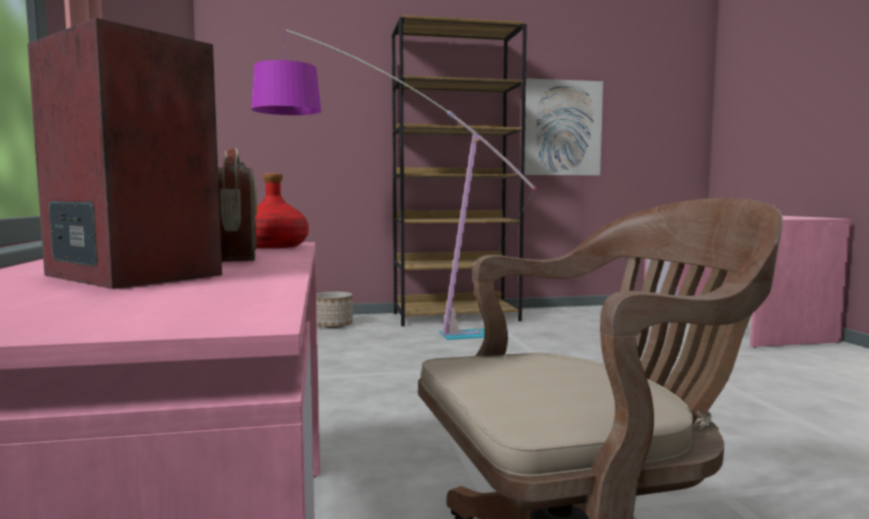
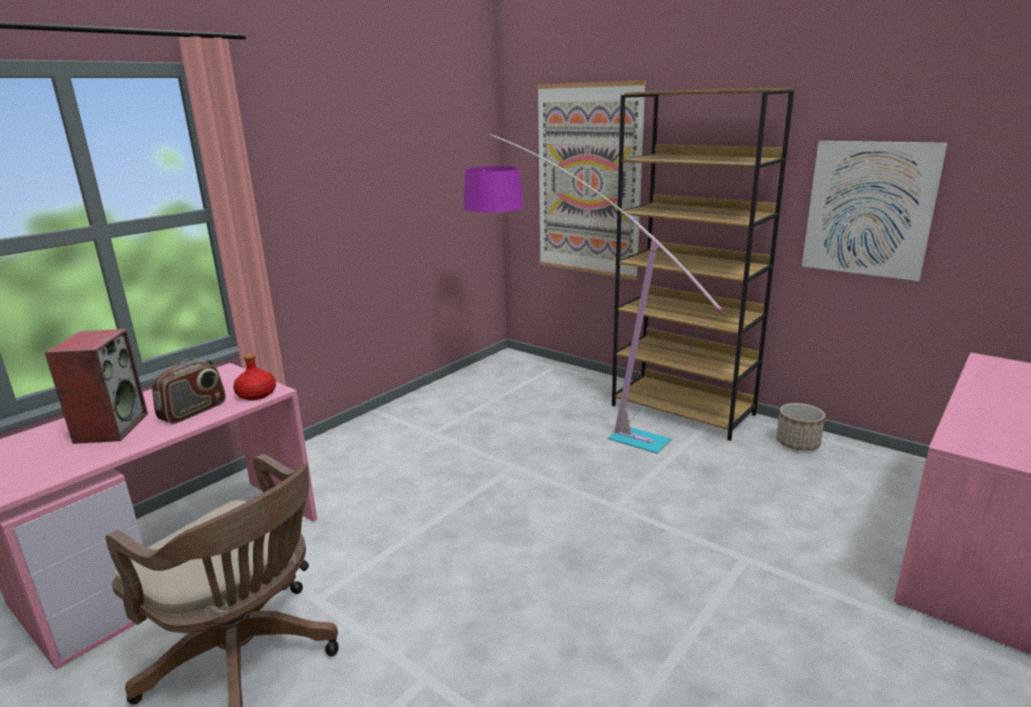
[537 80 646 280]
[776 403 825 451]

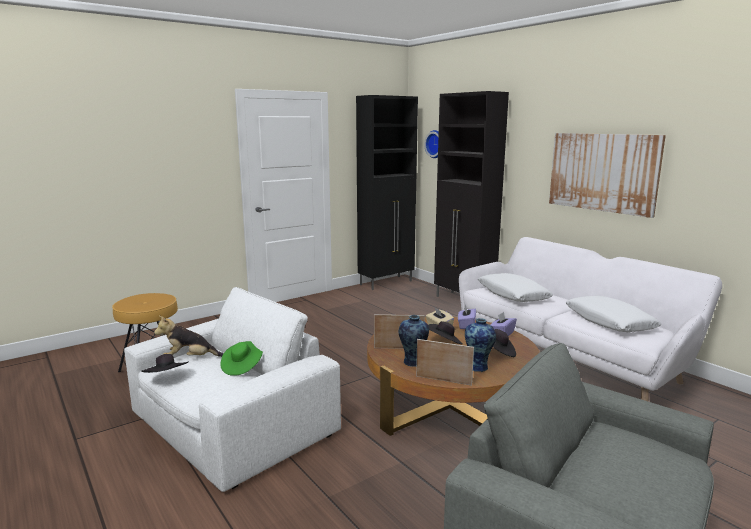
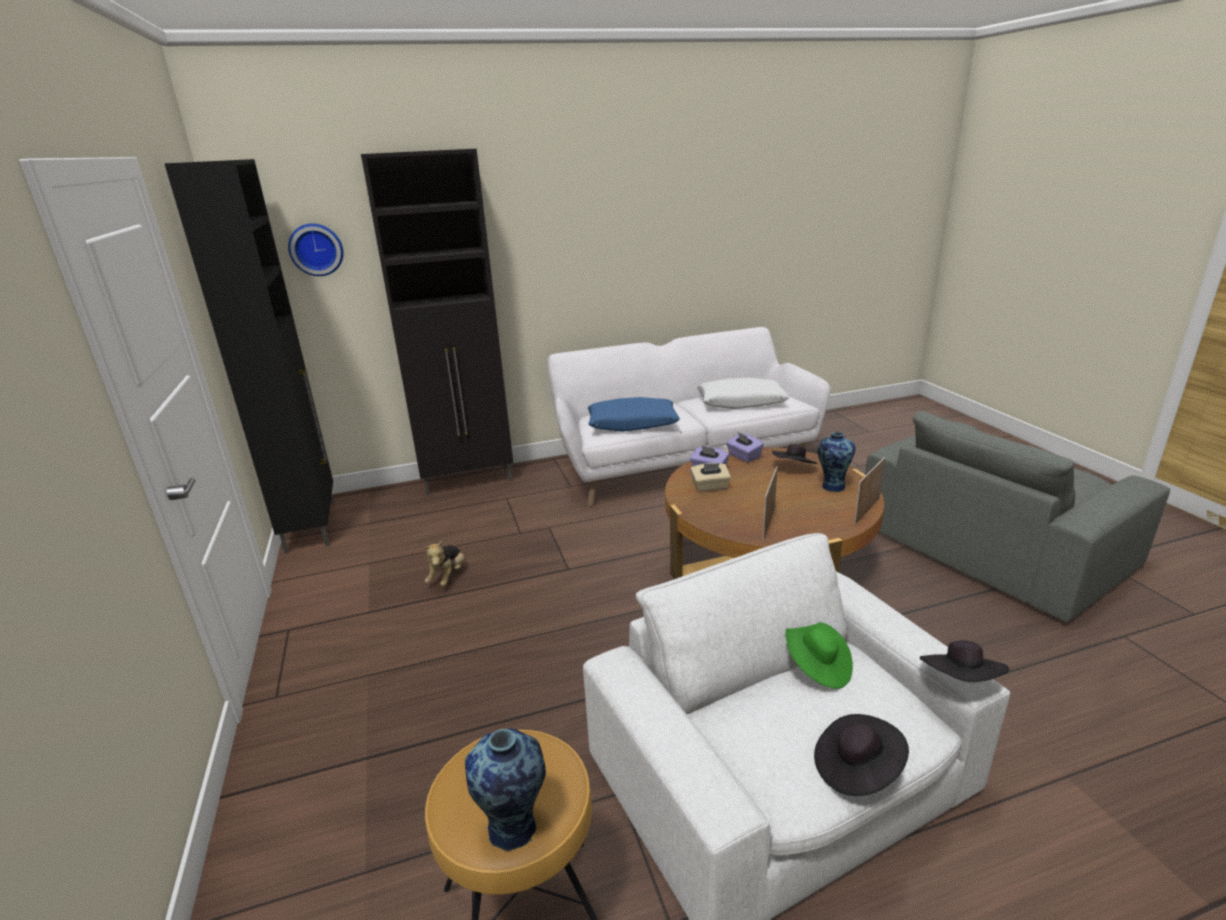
[549 133 666 218] (first image)
[424 541 465 586]
[465 728 546 851]
[920 640 1009 682]
[588 397 680 432]

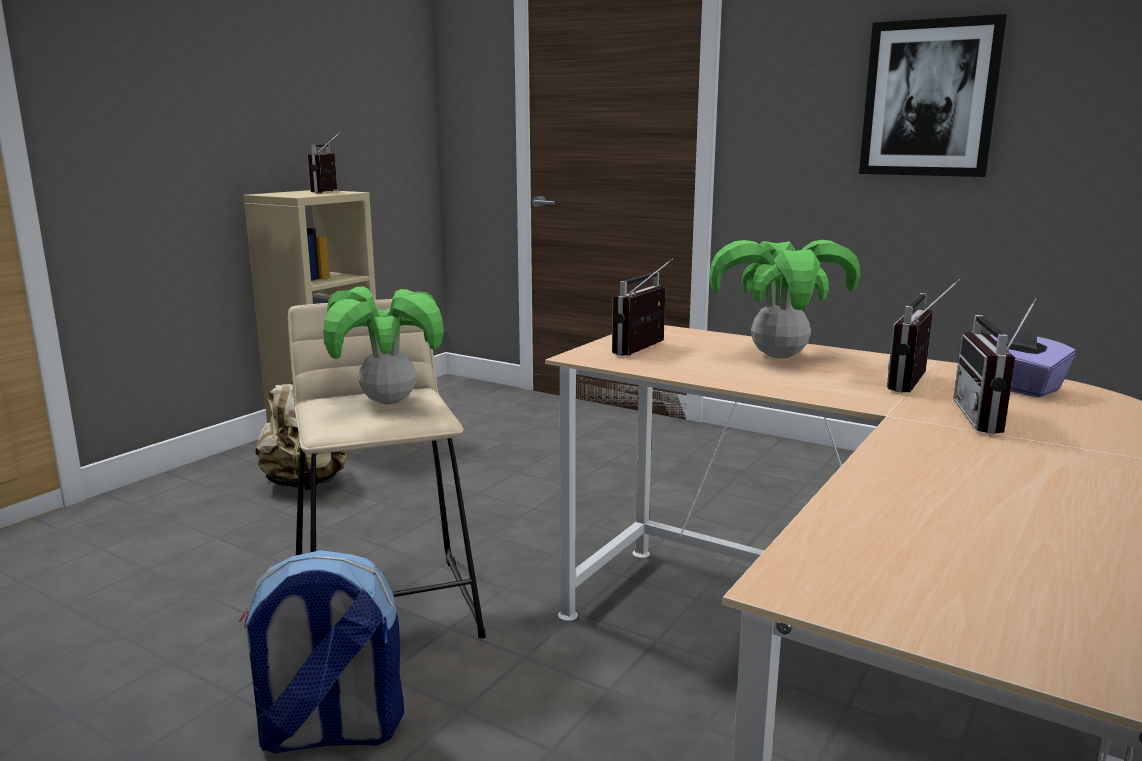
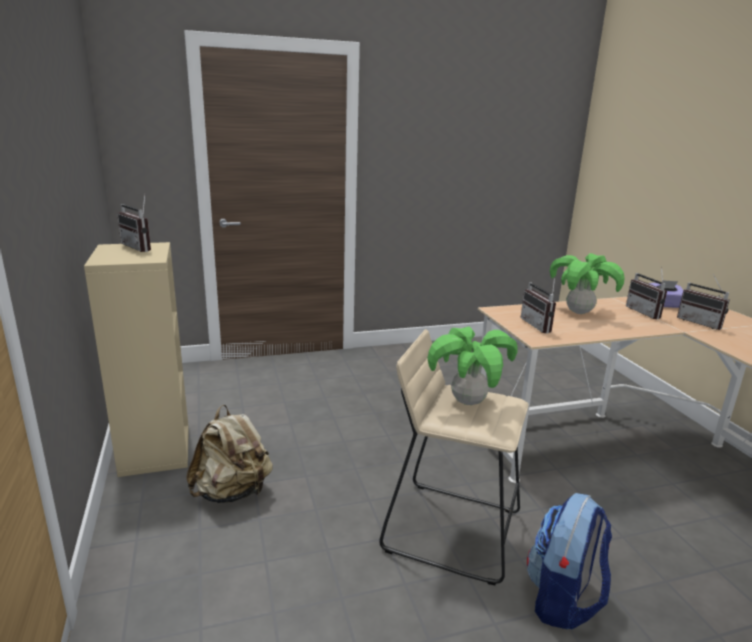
[859 14 1007 177] (first image)

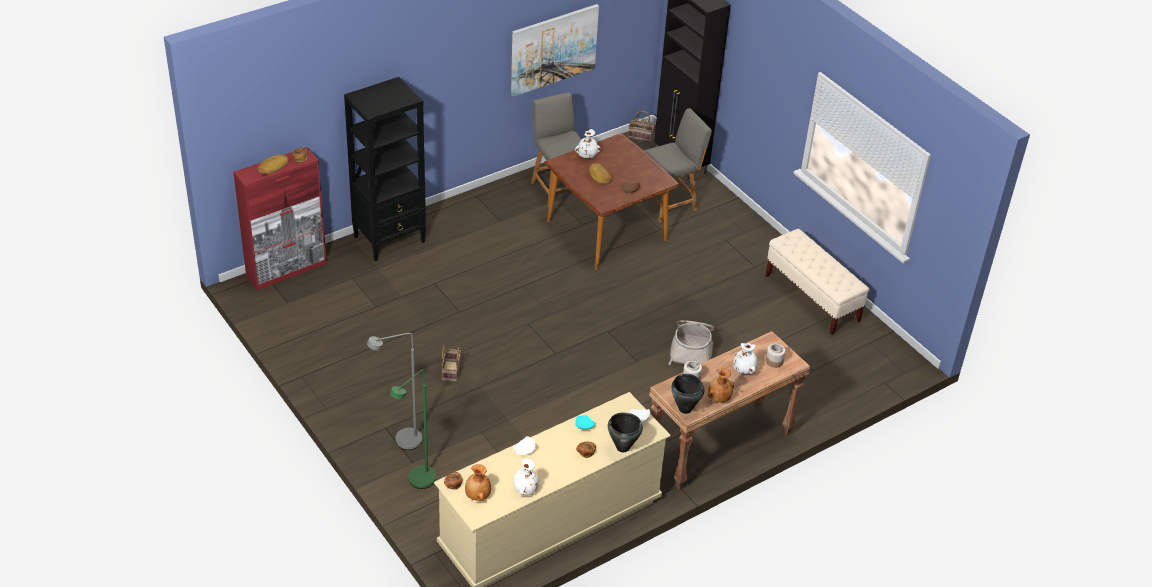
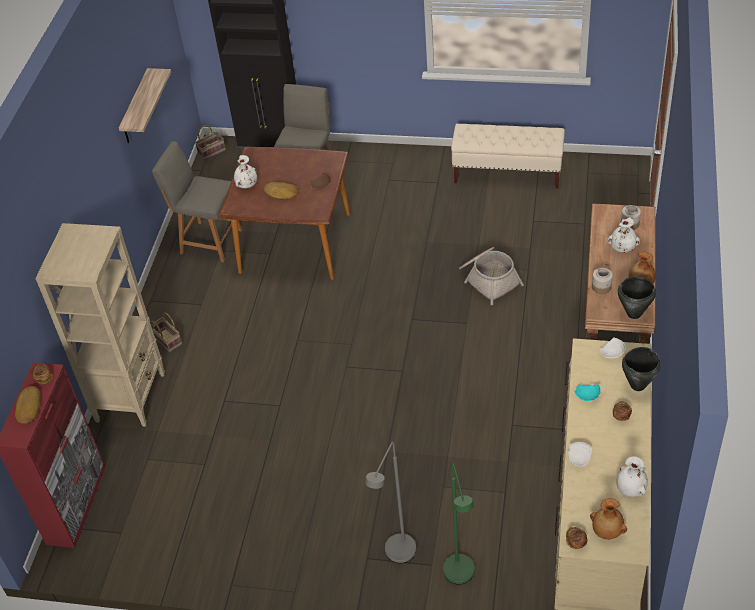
[151 312 182 352]
[119 68 171 143]
[35 223 165 427]

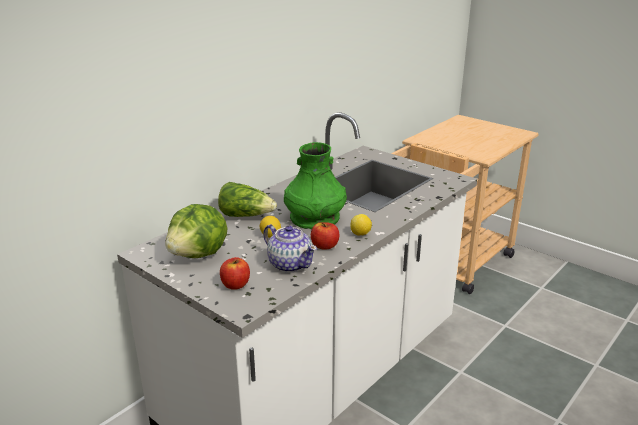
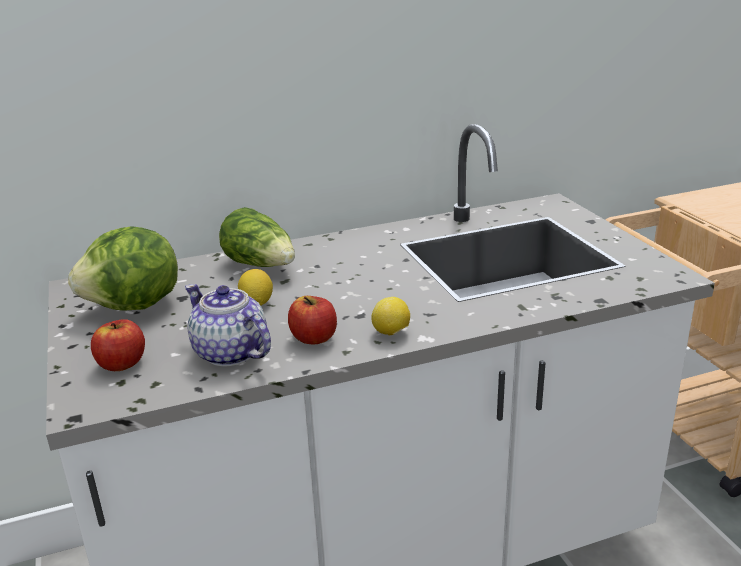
[284 142 347 229] (first image)
[185 284 271 367]

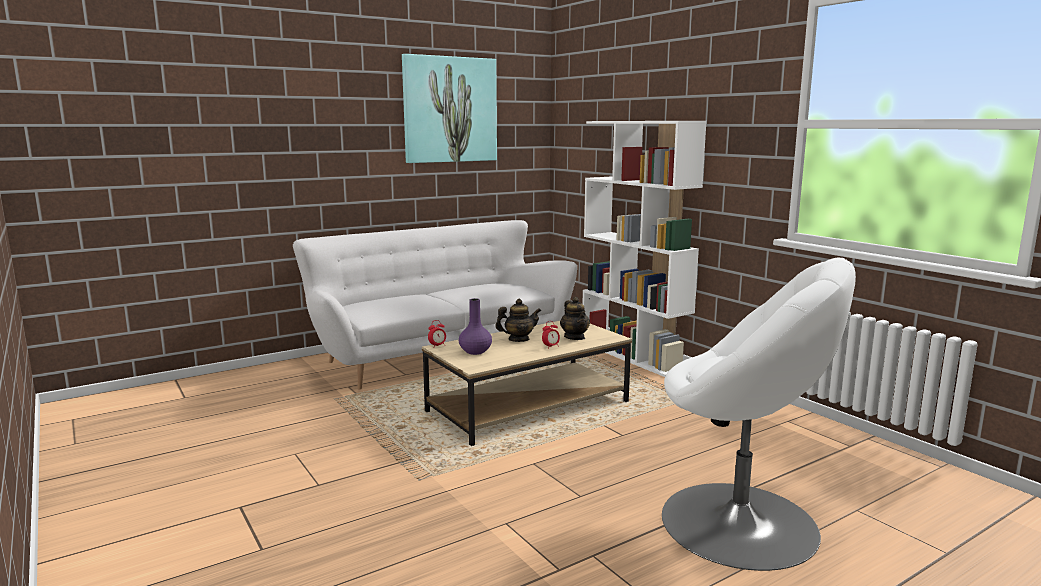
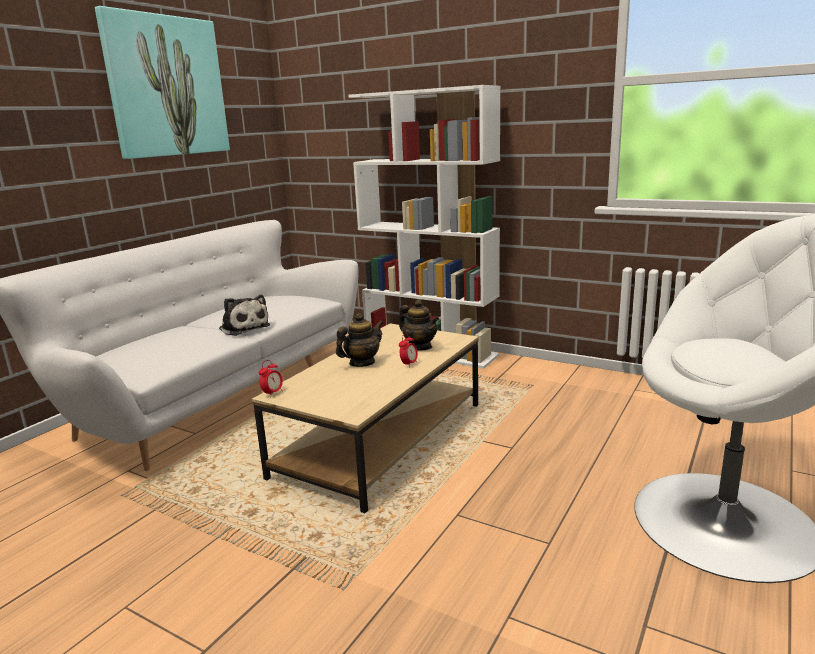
[459 298 492 355] (first image)
[219 295 270 336]

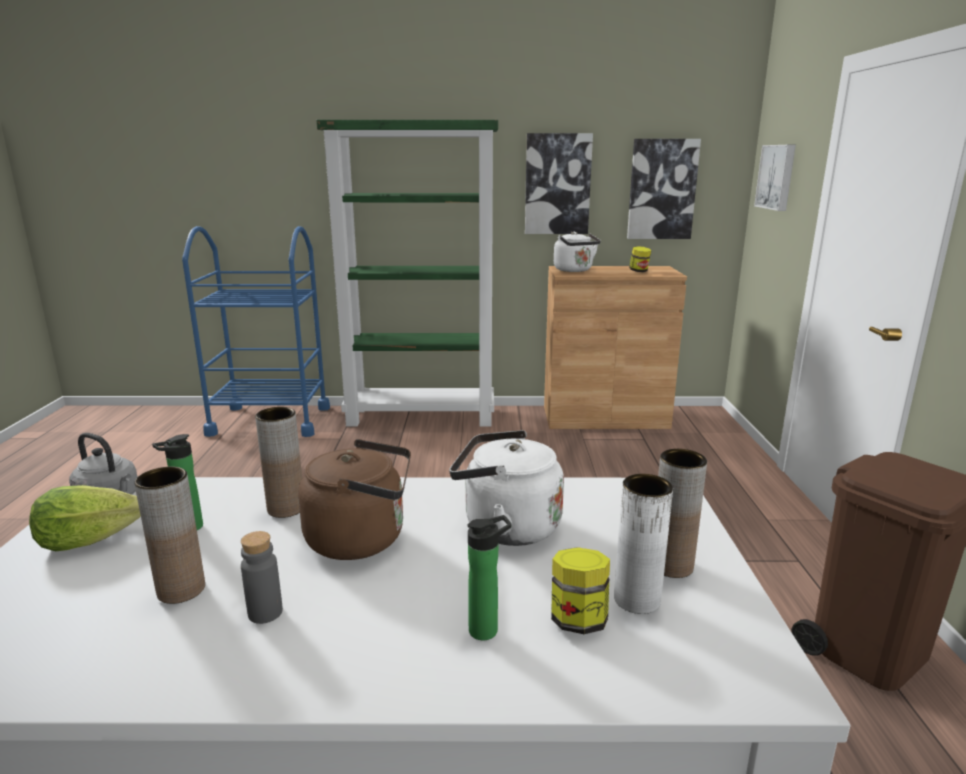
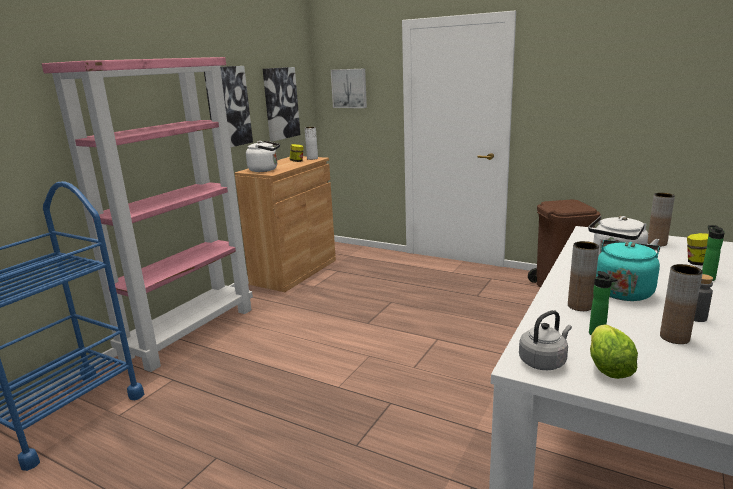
[305 127 318 160]
[596 240 660 301]
[42 57 253 372]

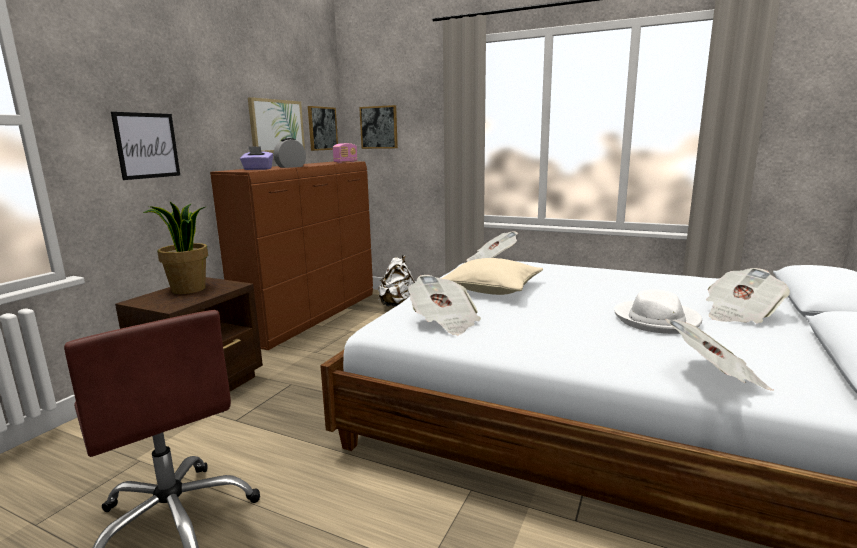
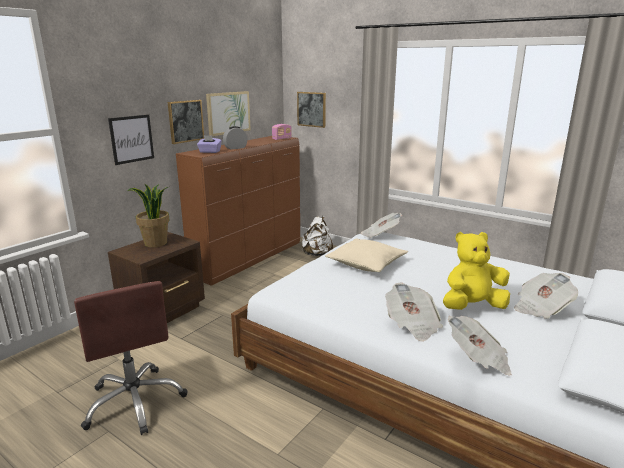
[168 100 204 144]
[385 283 443 342]
[443 232 510 310]

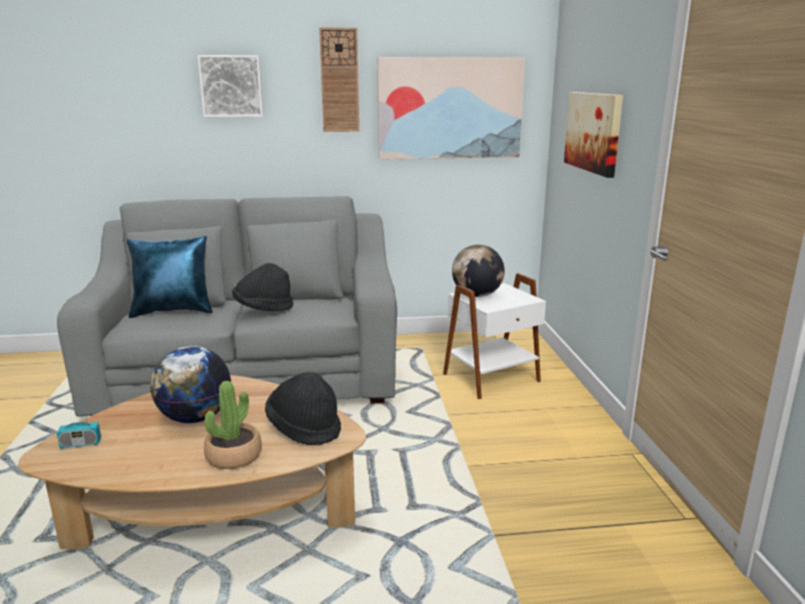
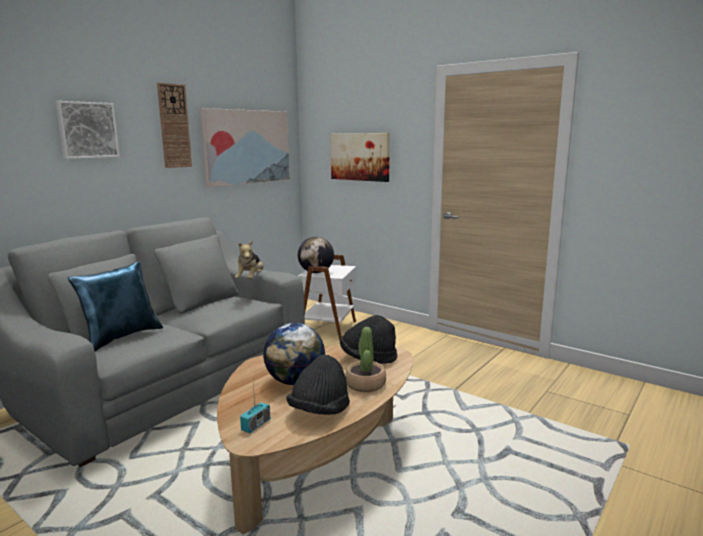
[235 241 263 279]
[286 355 350 415]

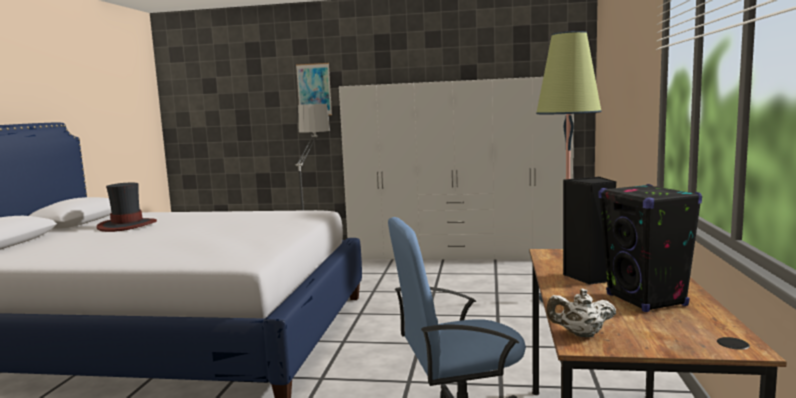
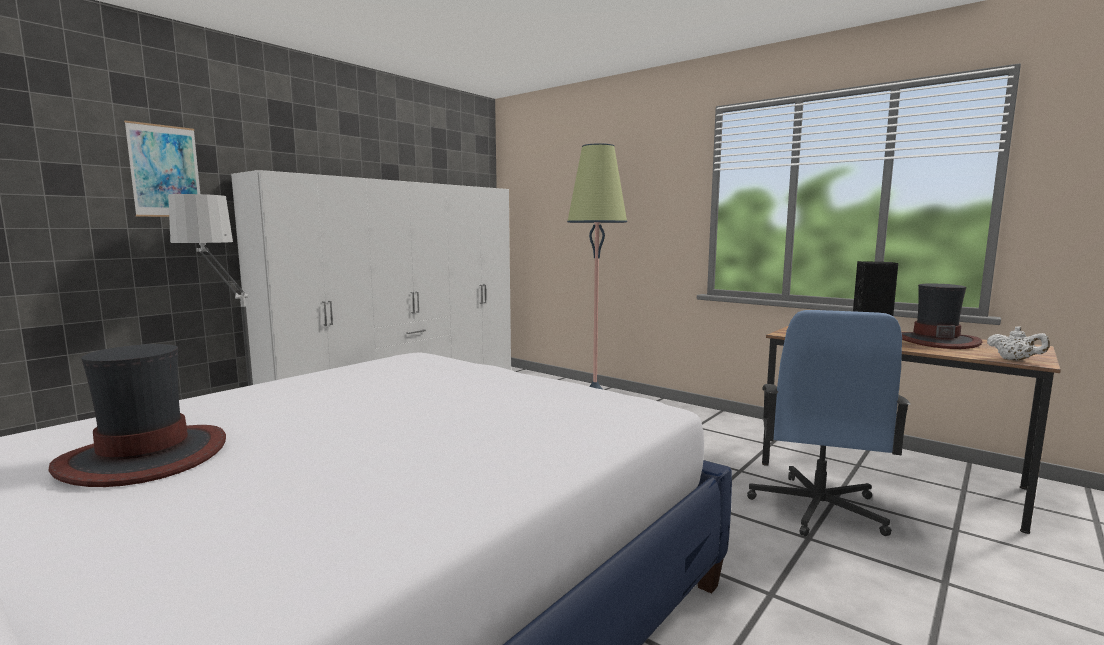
[901 284 982 349]
[987 326 1050 360]

